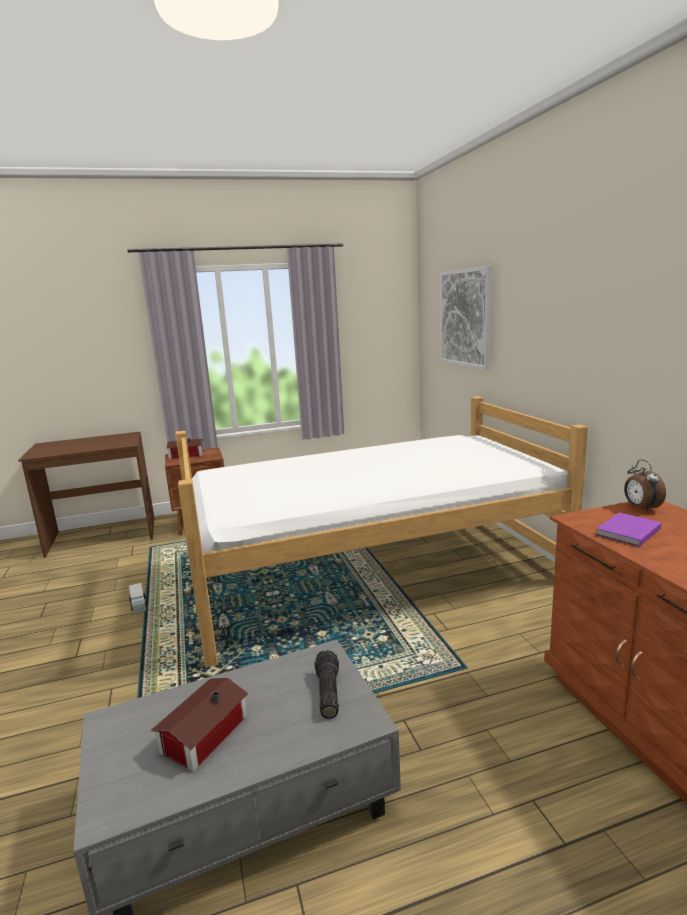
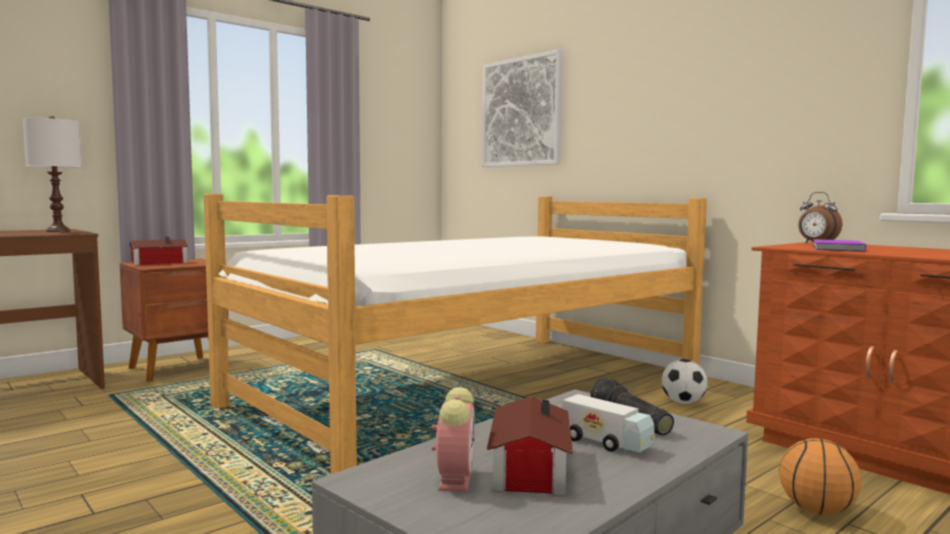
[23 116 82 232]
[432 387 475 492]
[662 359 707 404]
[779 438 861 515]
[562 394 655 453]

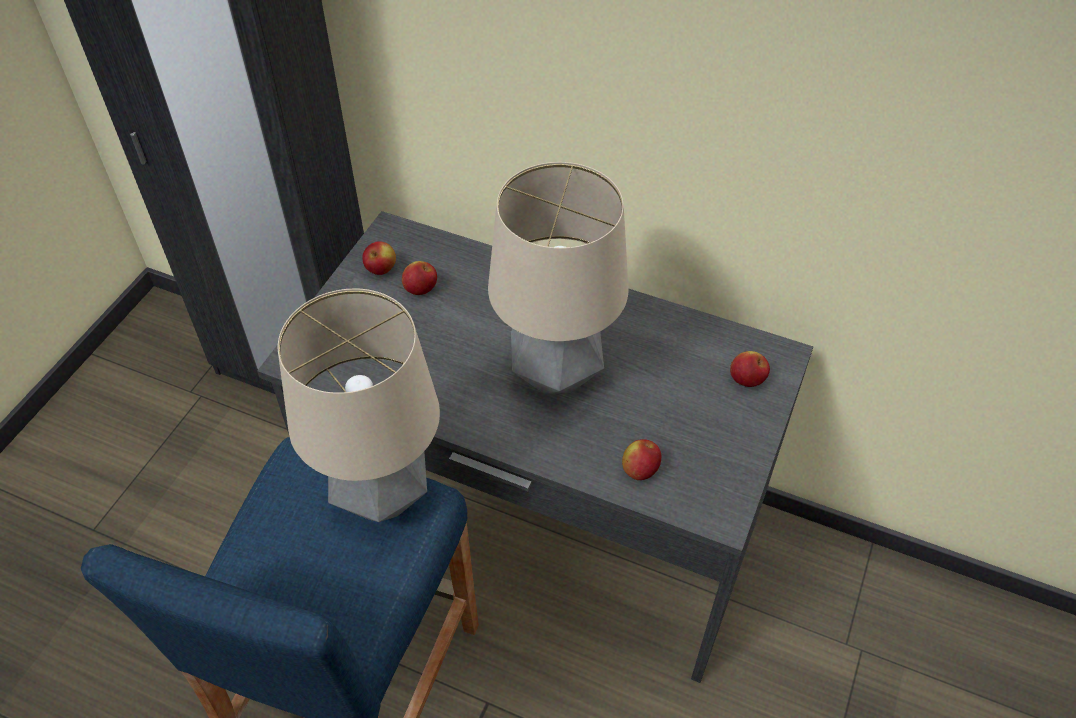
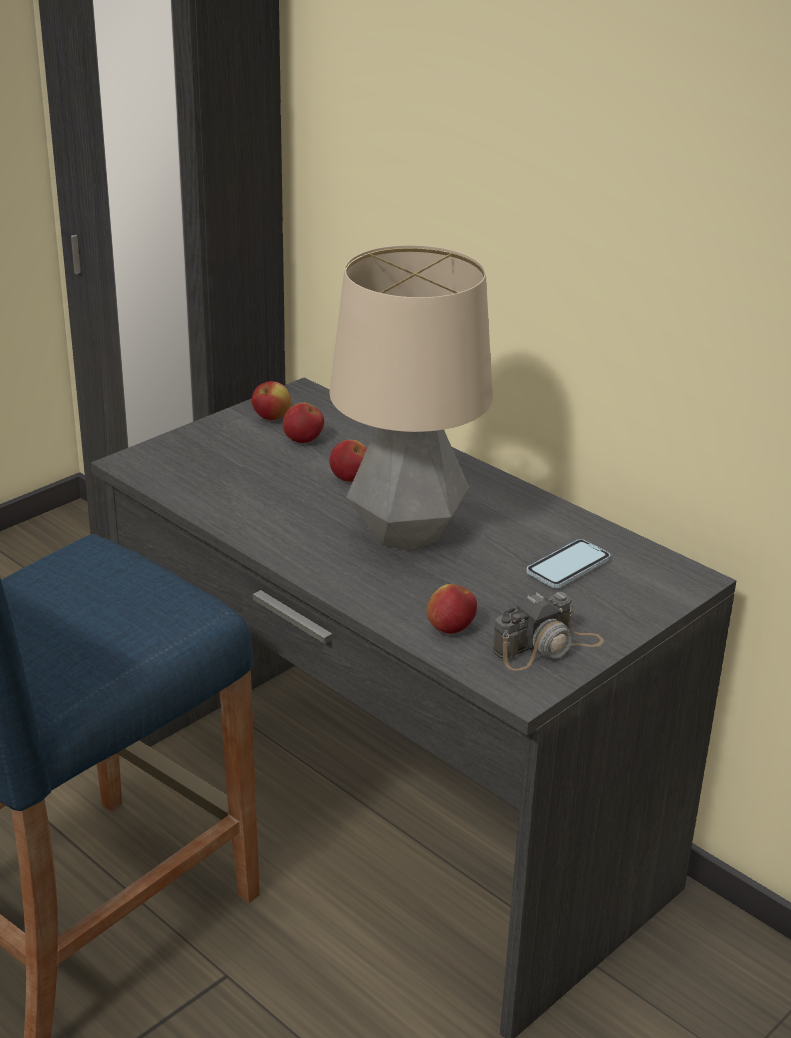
[278 289 440 522] (first image)
[493 592 604 671]
[526 539 610 588]
[330 440 367 482]

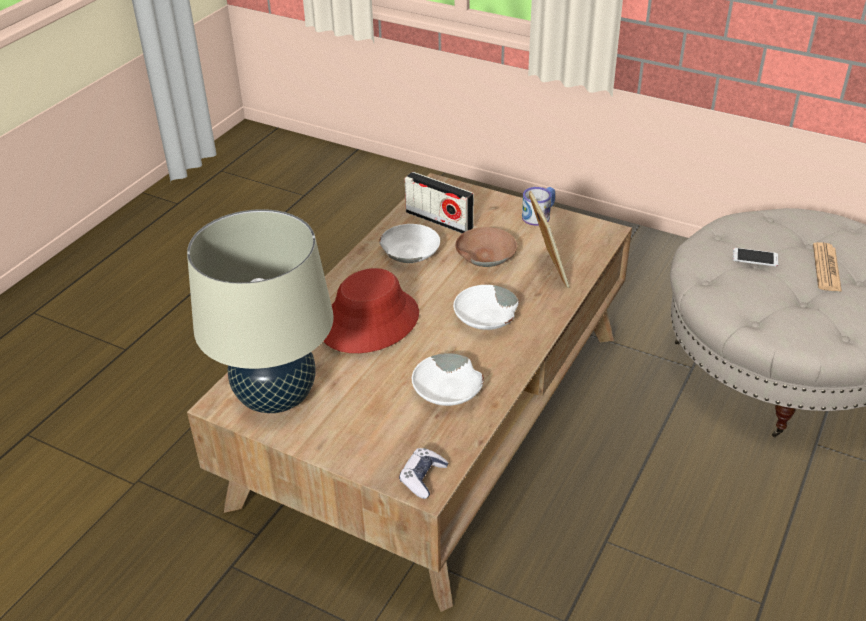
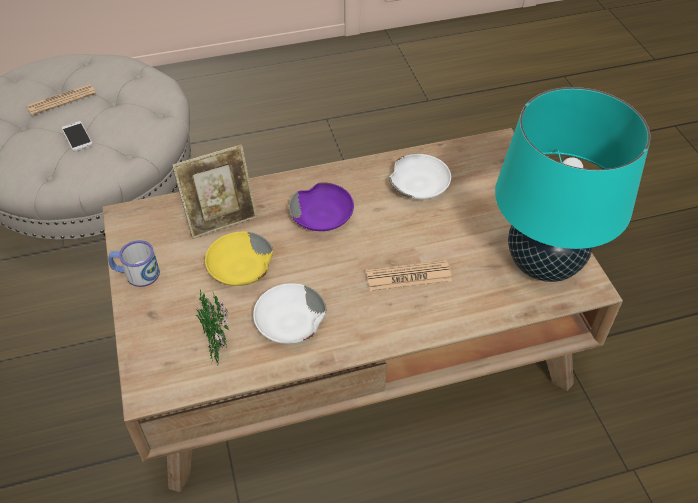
[399 448 449 499] (first image)
[366 260 452 291]
[195 290 229 366]
[495 87 650 282]
[289 183 354 231]
[205 232 273 286]
[172 145 258 239]

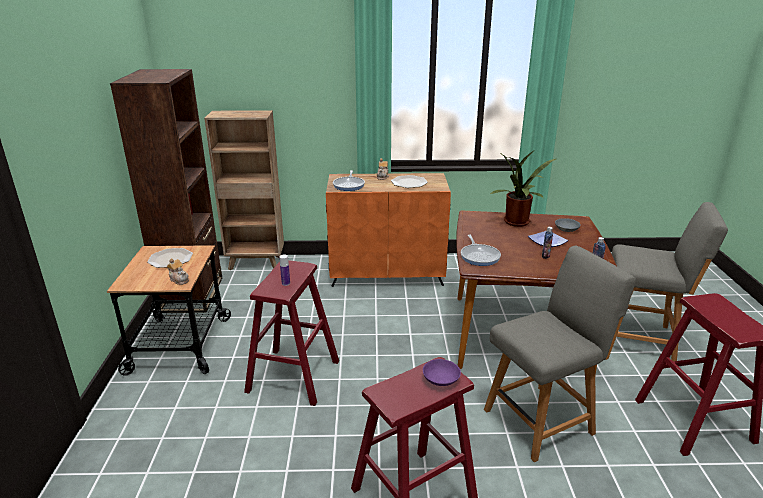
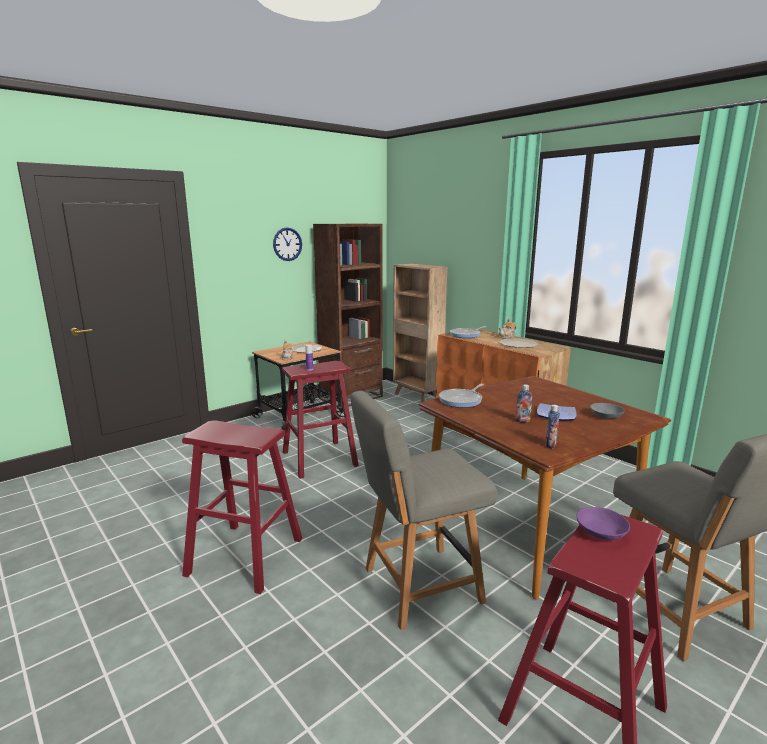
[489 152 556 227] (first image)
[273 227 302 261]
[576 507 630 540]
[351 391 497 630]

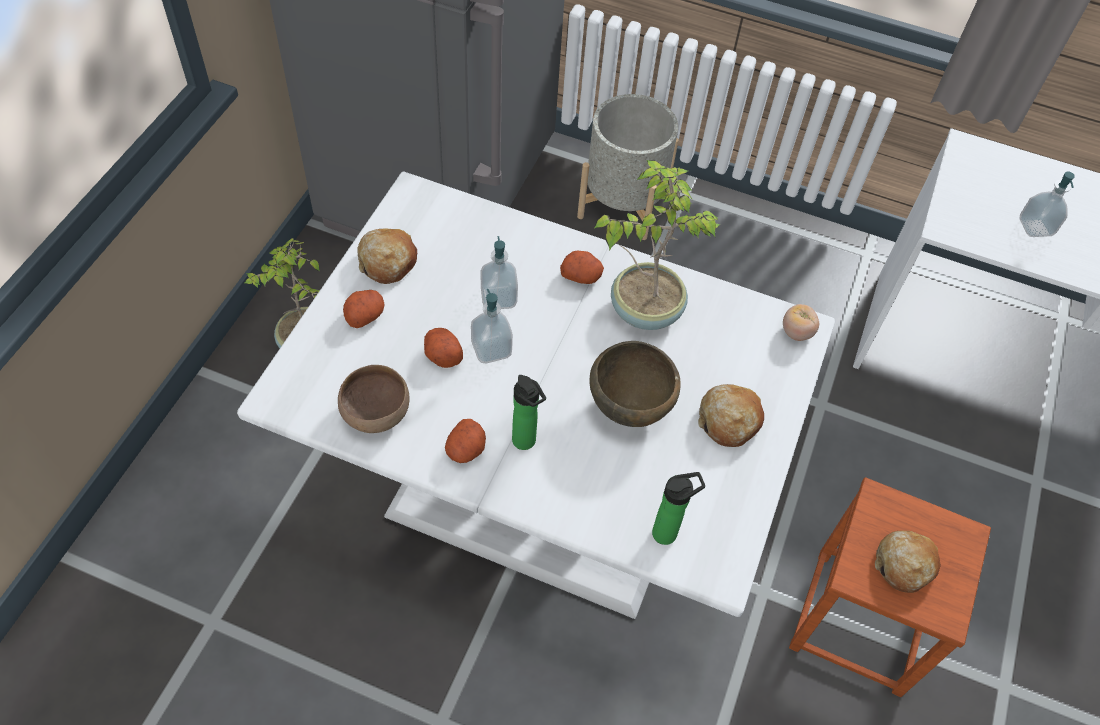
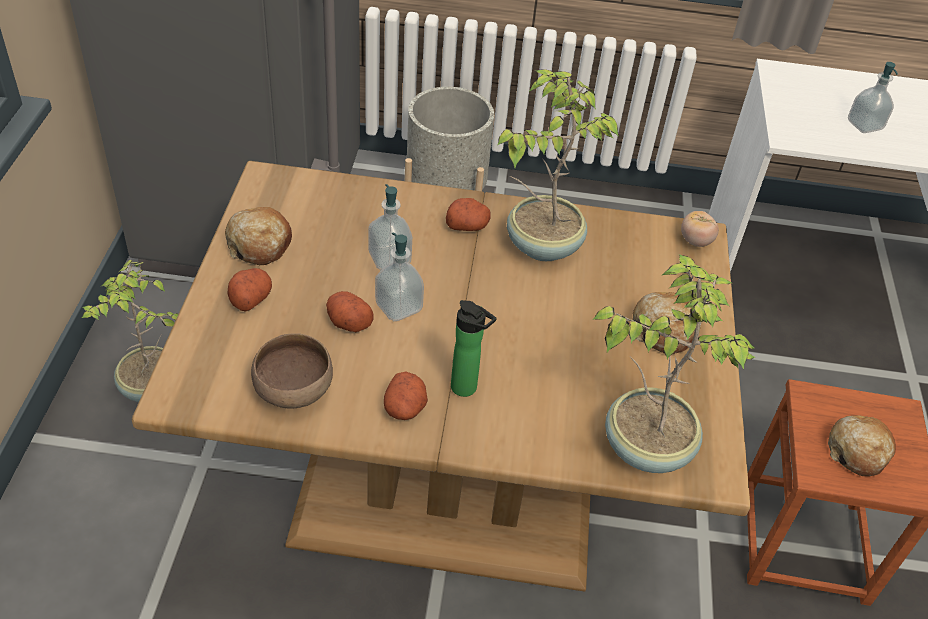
[589 341 680 427] (first image)
[593 254 755 473]
[132 161 751 592]

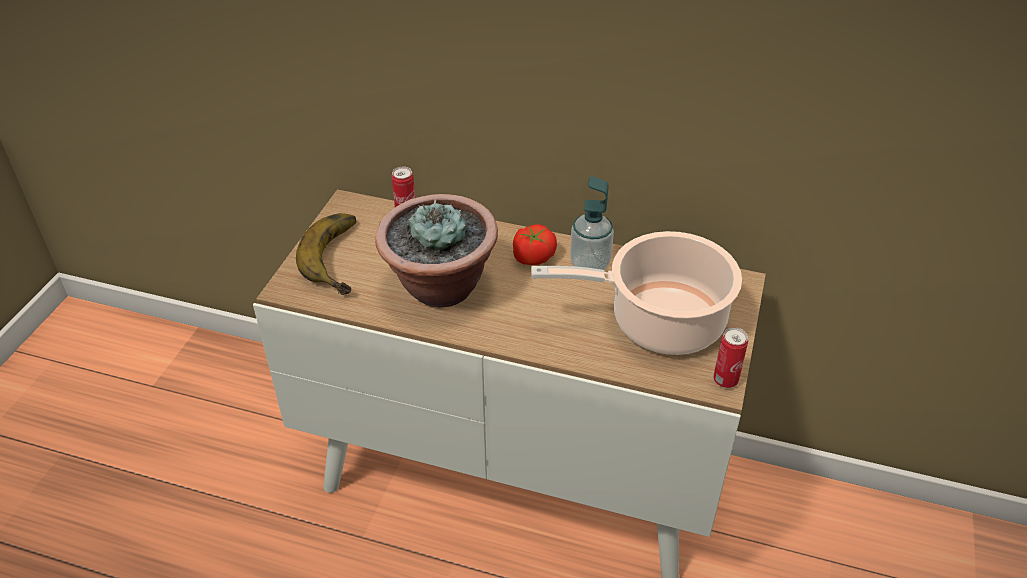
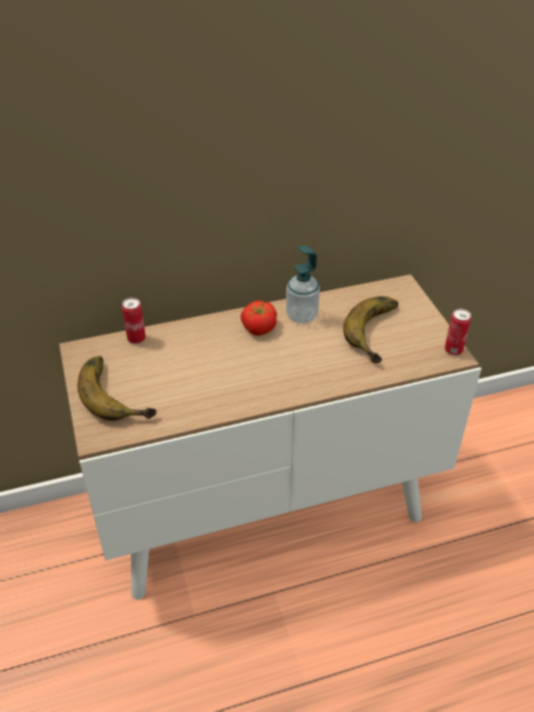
[375 194 498 307] (first image)
[343 296 398 363]

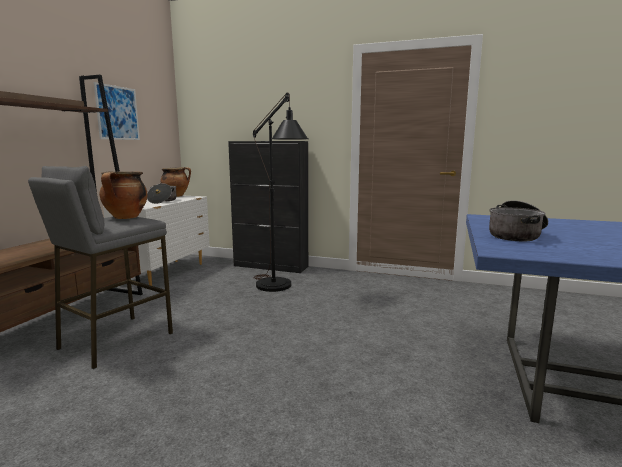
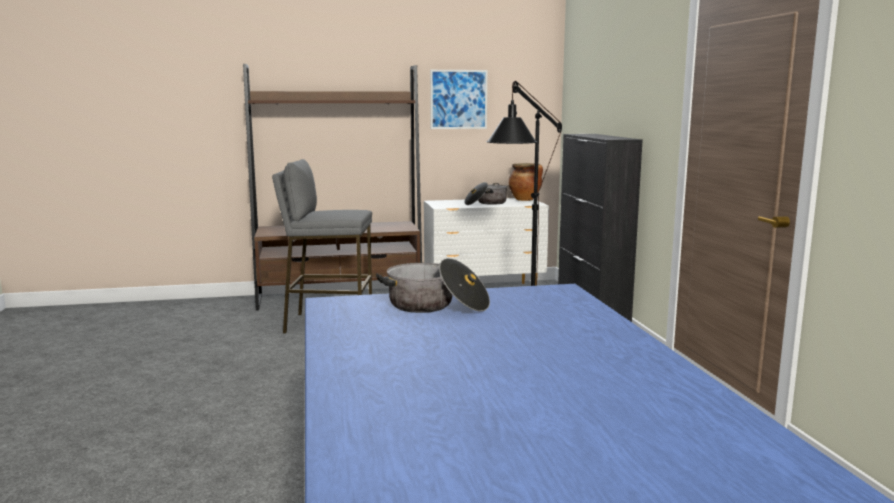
[99 171 147 219] (first image)

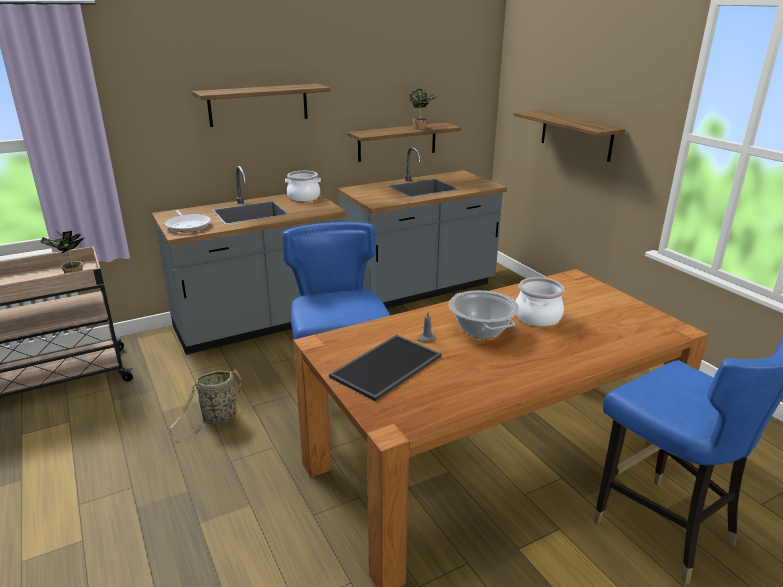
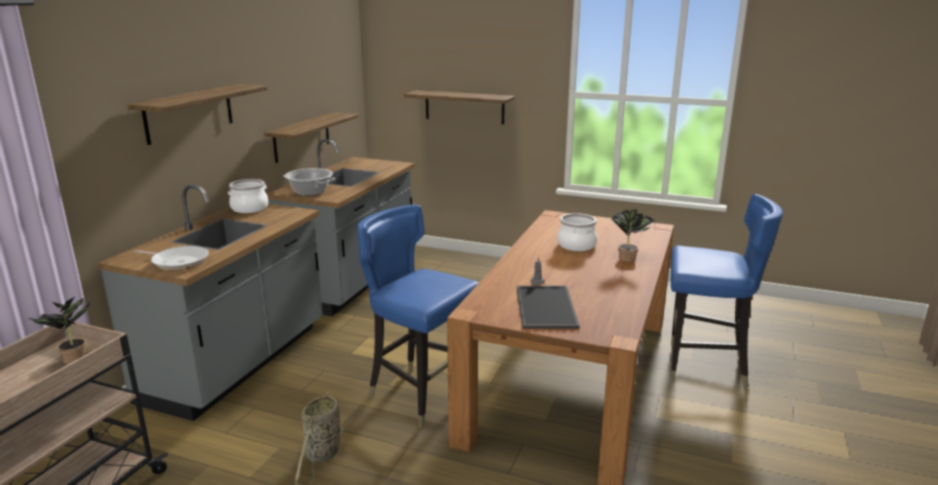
[611 210 655 262]
[283 168 336 196]

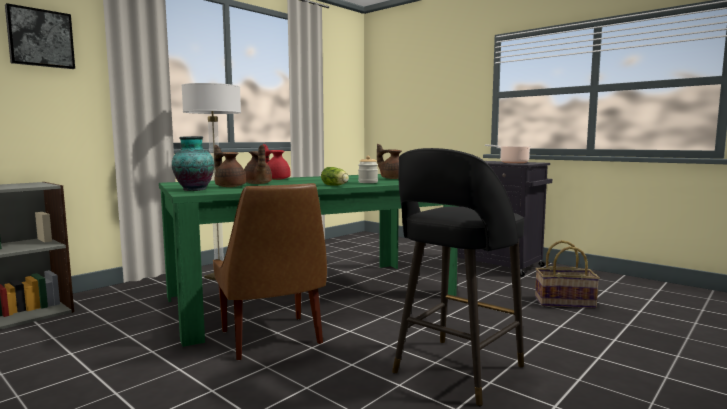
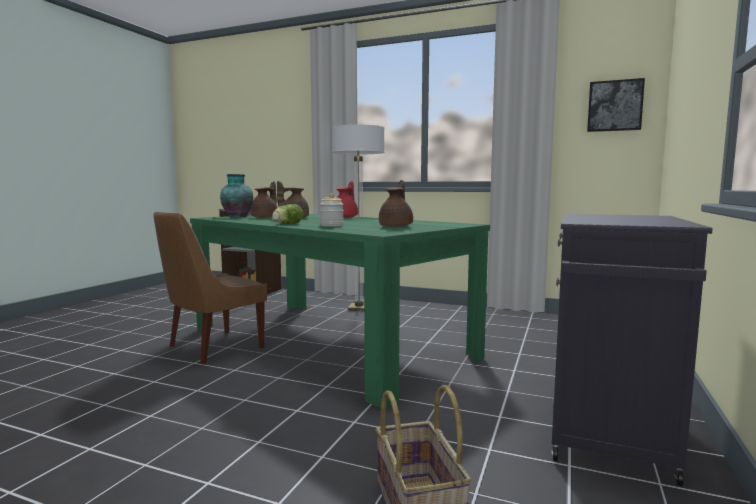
[392 148 524 406] (first image)
[485 145 531 163] (first image)
[587 78 645 132]

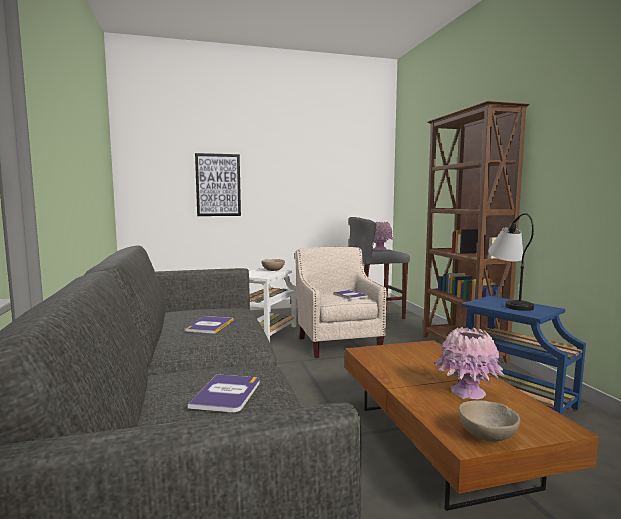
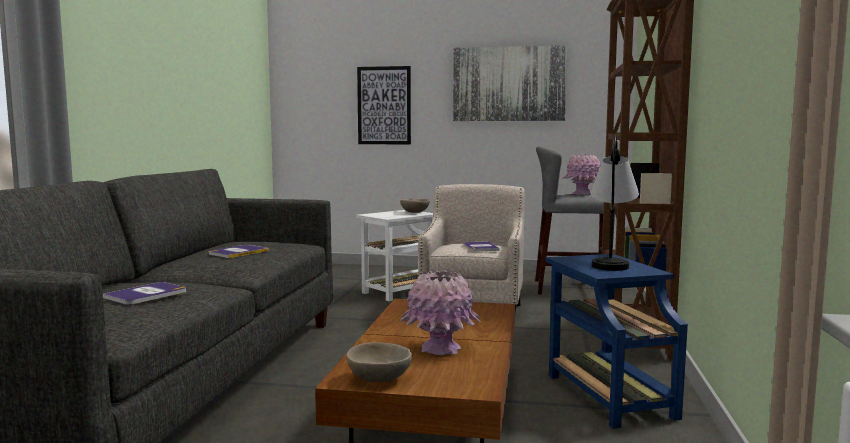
[453 45 567 121]

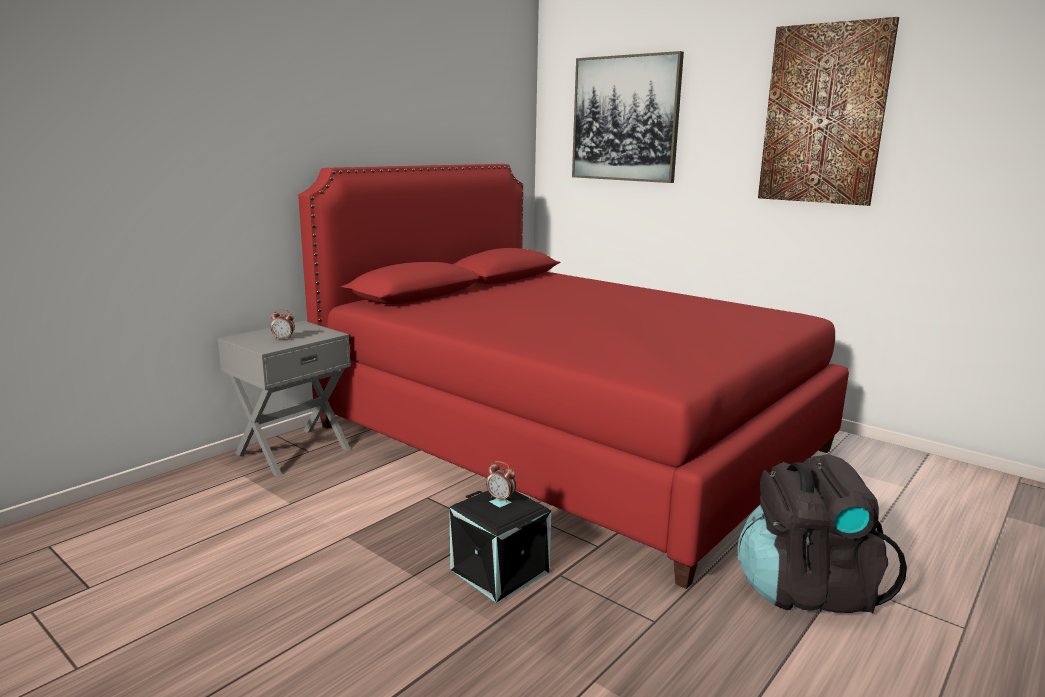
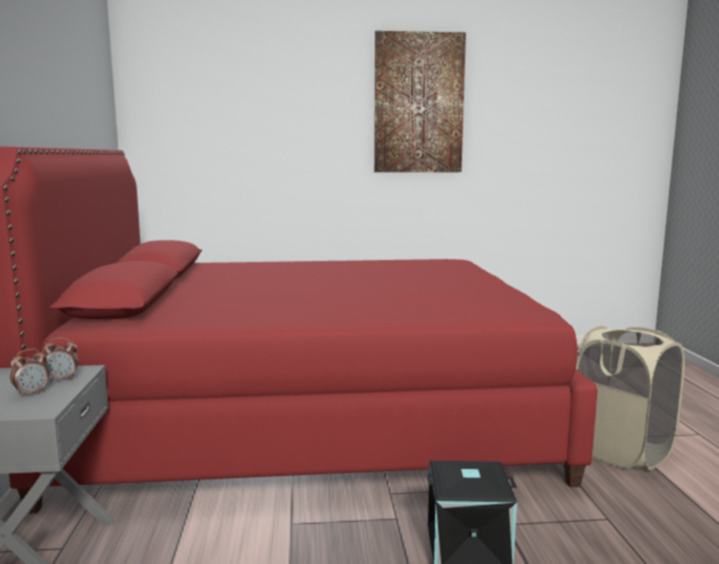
[572 51 684 183] (first image)
[43 338 78 381]
[576 326 685 470]

